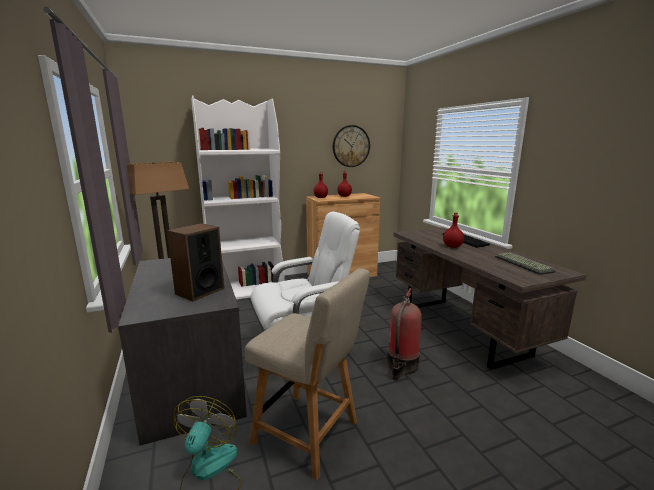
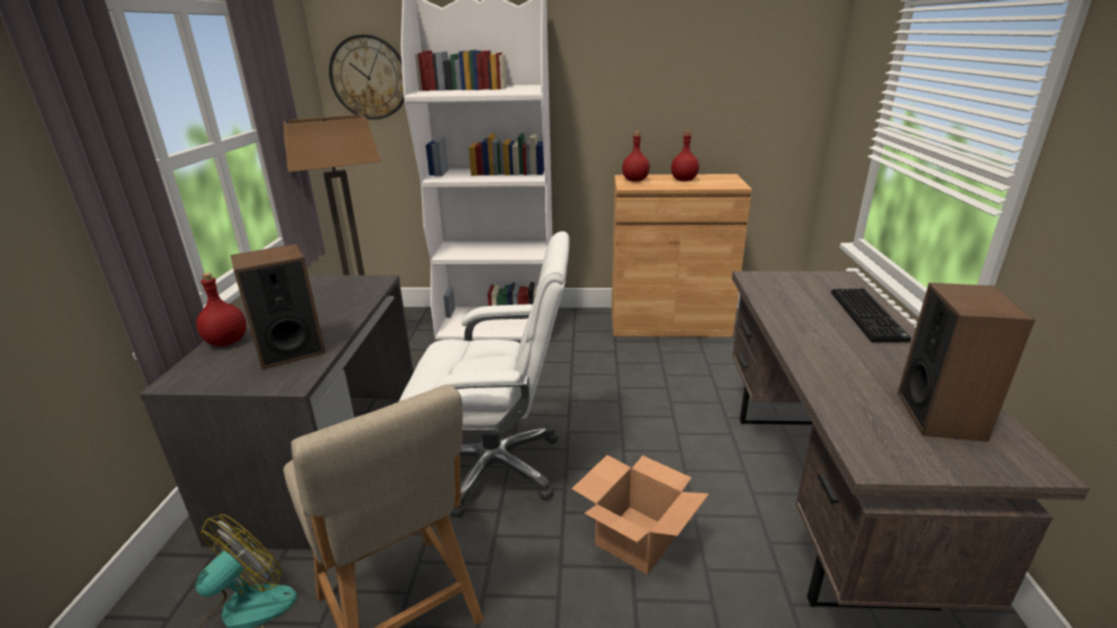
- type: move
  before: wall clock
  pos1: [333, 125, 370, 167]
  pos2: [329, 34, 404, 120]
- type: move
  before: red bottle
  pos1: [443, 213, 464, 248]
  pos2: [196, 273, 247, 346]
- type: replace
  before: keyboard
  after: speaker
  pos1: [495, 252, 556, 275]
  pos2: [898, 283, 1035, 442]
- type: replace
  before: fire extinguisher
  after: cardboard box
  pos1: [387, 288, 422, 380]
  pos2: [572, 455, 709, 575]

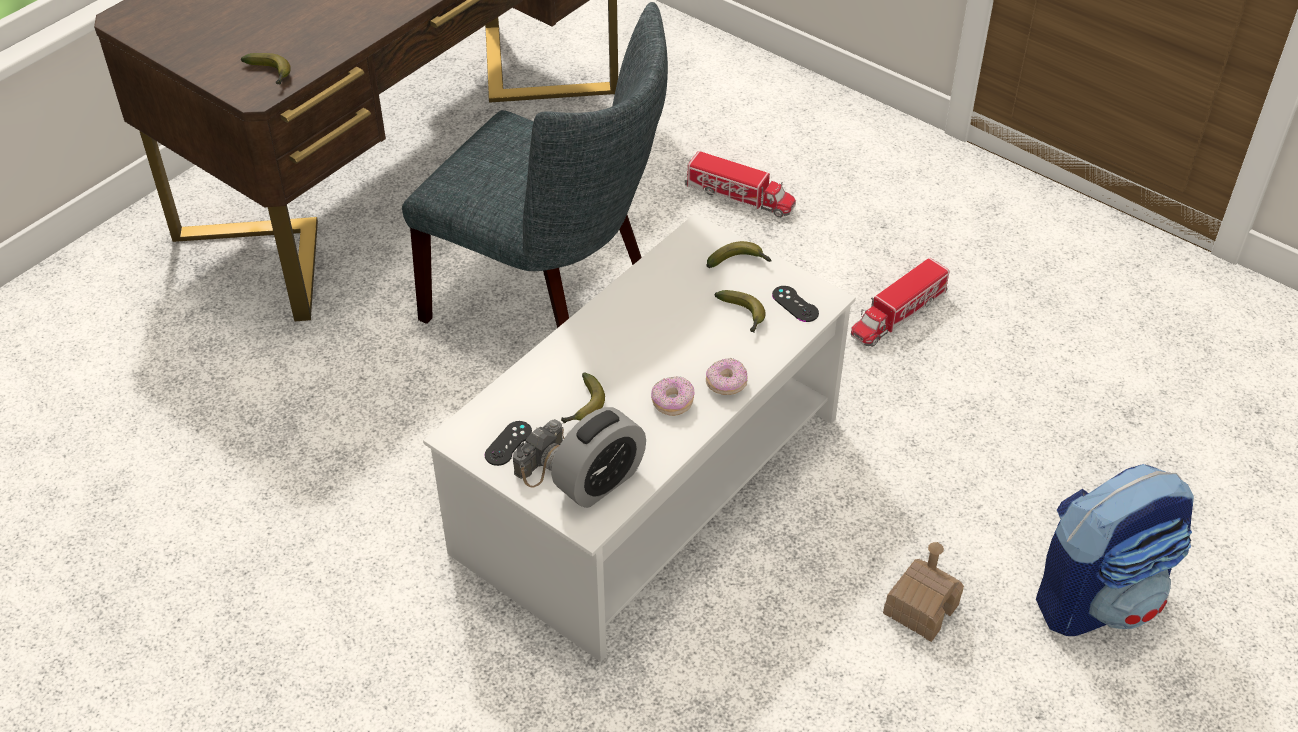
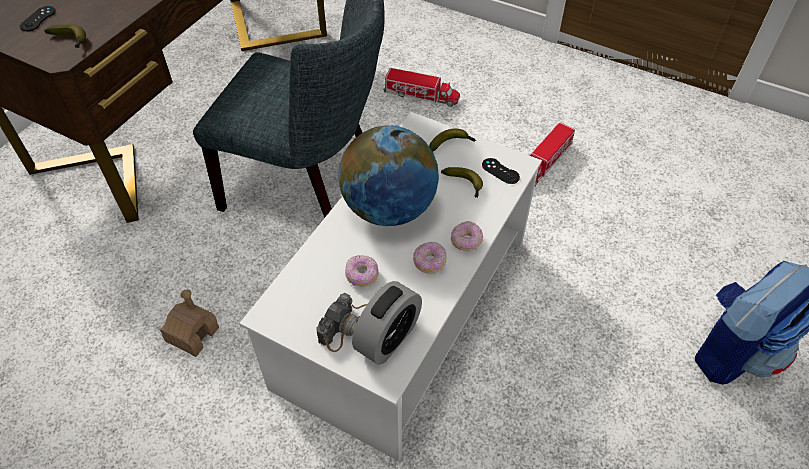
- type: replace
  before: banana
  after: donut
  pos1: [561, 372, 605, 424]
  pos2: [345, 255, 379, 287]
- type: move
  before: black game controller
  pos1: [485, 421, 532, 466]
  pos2: [20, 6, 56, 31]
- type: move
  before: toy house
  pos1: [883, 542, 964, 642]
  pos2: [160, 290, 219, 357]
- type: insert
  after: globe
  pos2: [338, 125, 439, 226]

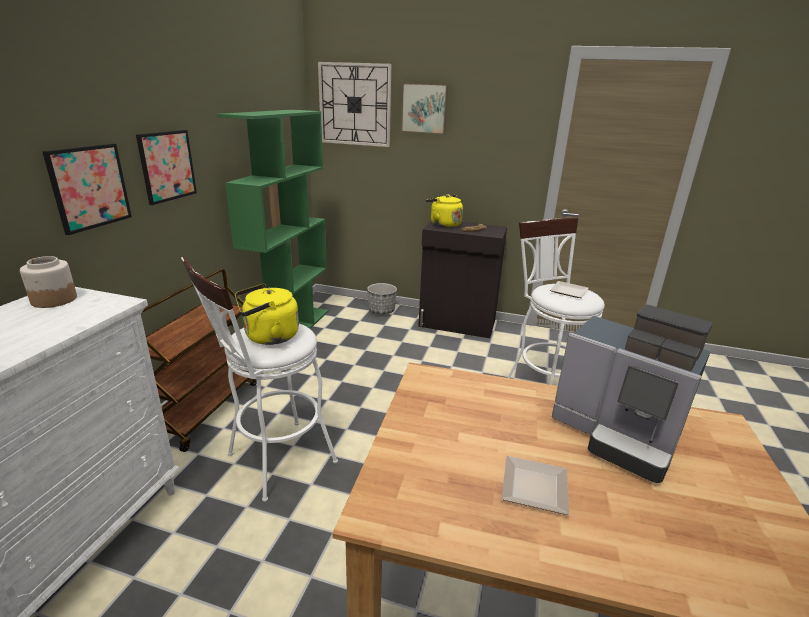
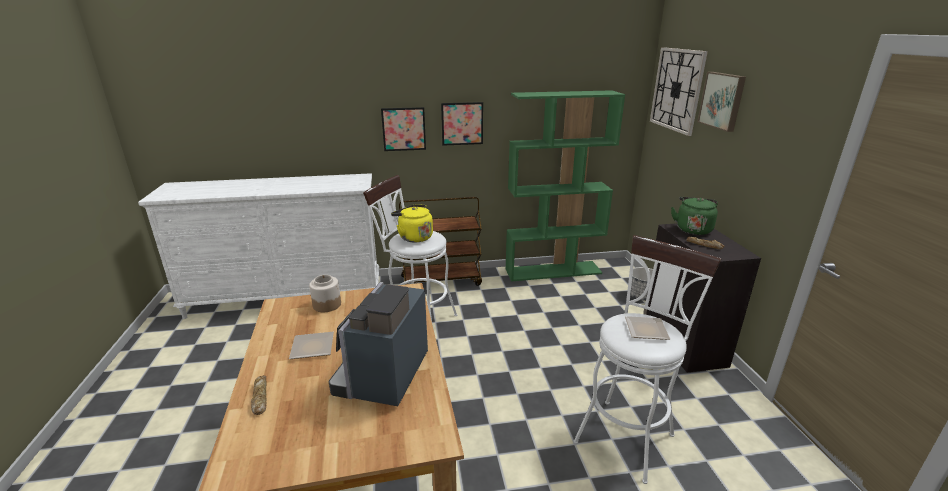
- type: recolor
  before: yellow kettle
  after: green kettle
  pos1: [426, 195, 463, 228]
  pos2: [671, 197, 718, 235]
- type: move
  before: jar
  pos1: [20, 256, 77, 308]
  pos2: [309, 275, 341, 312]
- type: insert
  after: bread
  pos2: [251, 375, 267, 415]

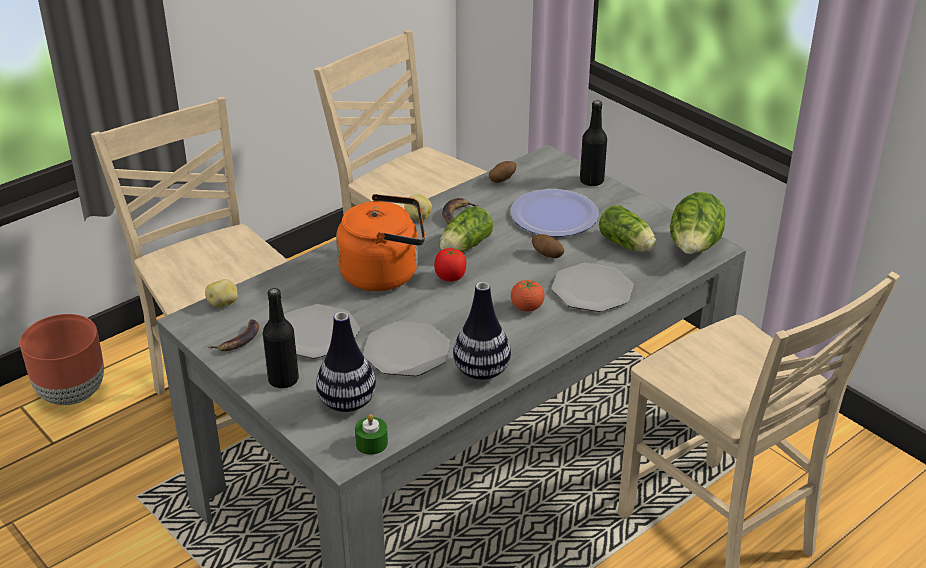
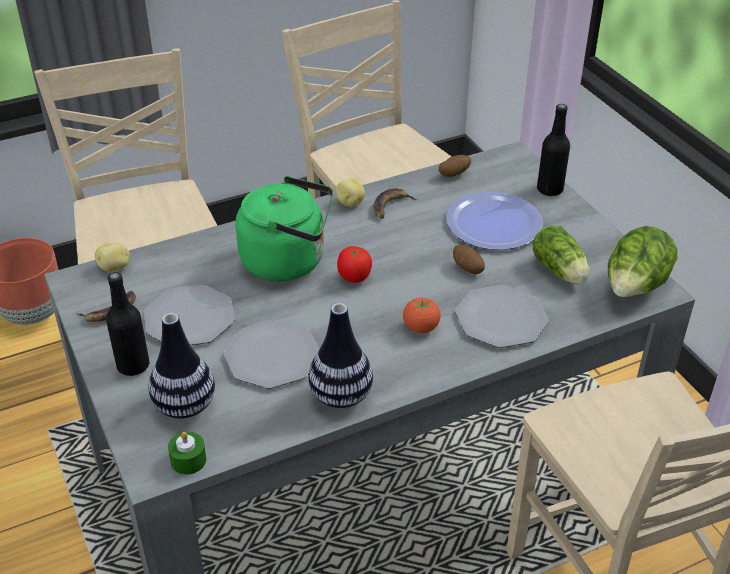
- type: recolor
  before: orange kettle
  after: green kettle
  pos1: [336, 194, 425, 291]
  pos2: [236, 176, 333, 282]
- type: delete
  before: lettuce
  pos1: [440, 207, 493, 252]

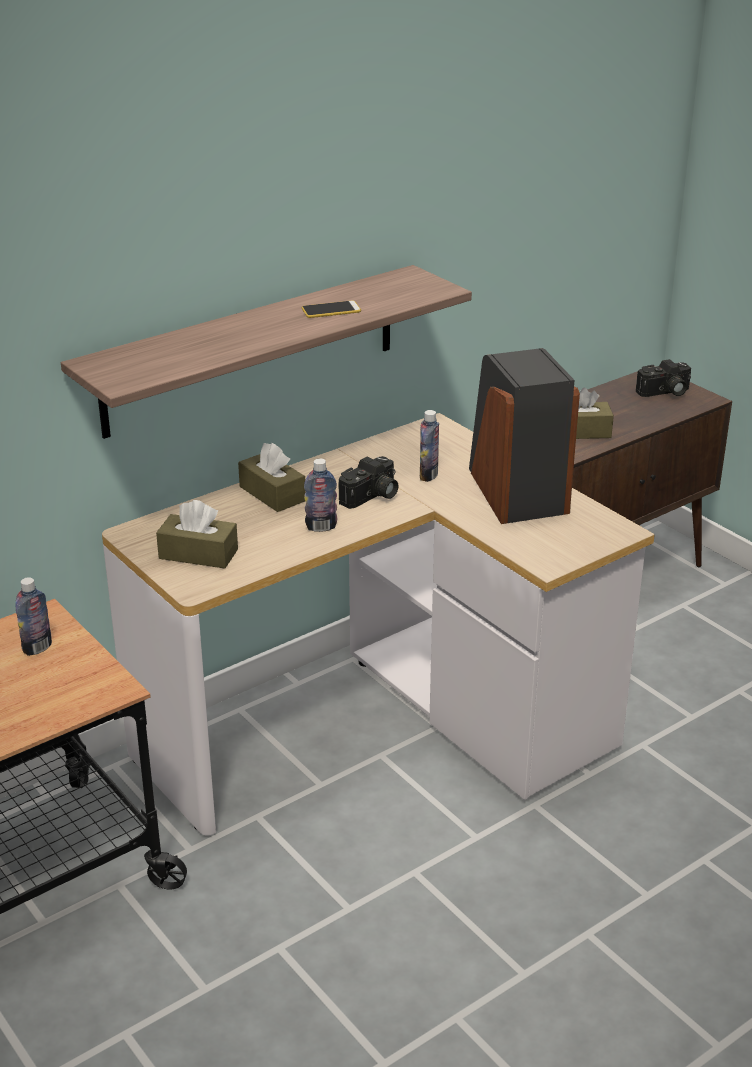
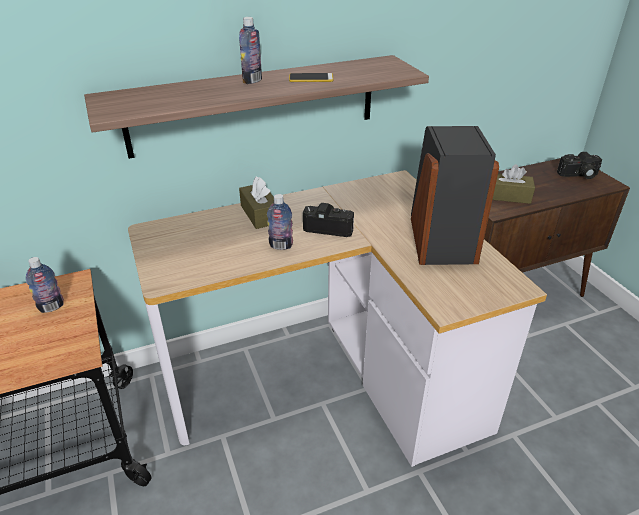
- type: move
  before: bottle
  pos1: [420, 410, 439, 482]
  pos2: [239, 17, 262, 84]
- type: rotate
  before: photo camera
  pos1: [338, 456, 399, 509]
  pos2: [303, 203, 354, 237]
  turn: -135
- type: delete
  before: brown tissue box
  pos1: [156, 500, 238, 568]

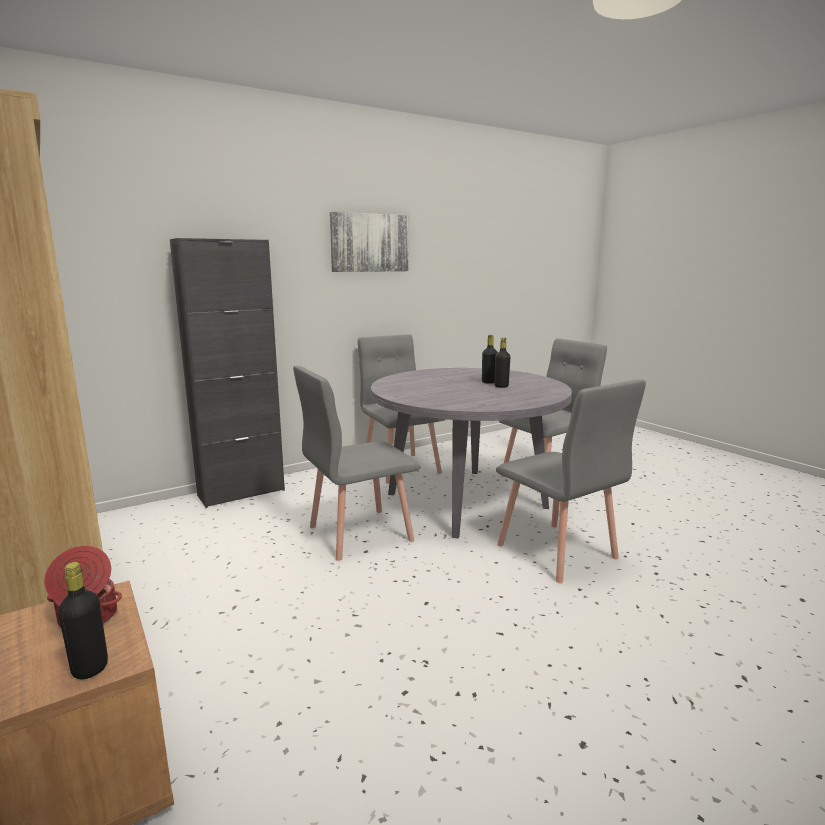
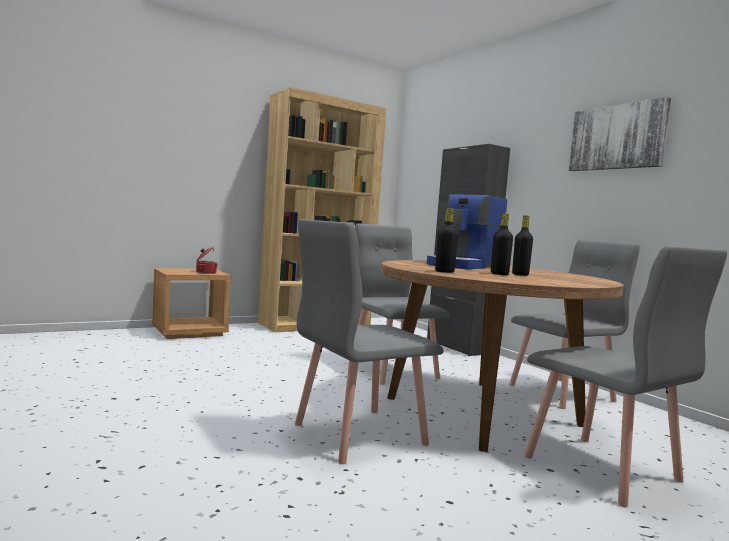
- type: recolor
  before: grey dining table
  after: brown dining table
  pos1: [371, 368, 572, 538]
  pos2: [381, 260, 624, 452]
- type: move
  before: black bottle
  pos1: [58, 562, 108, 679]
  pos2: [435, 208, 458, 273]
- type: insert
  after: coffee machine
  pos2: [427, 194, 507, 269]

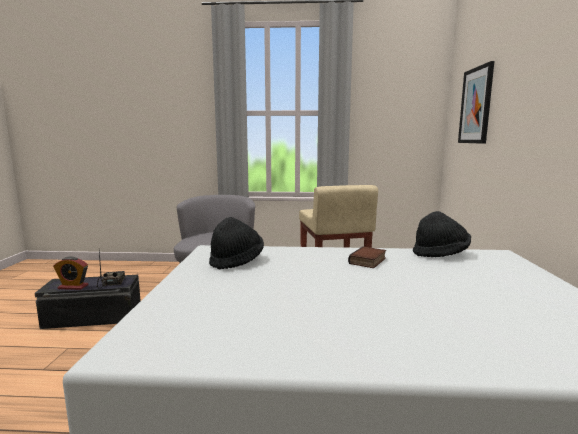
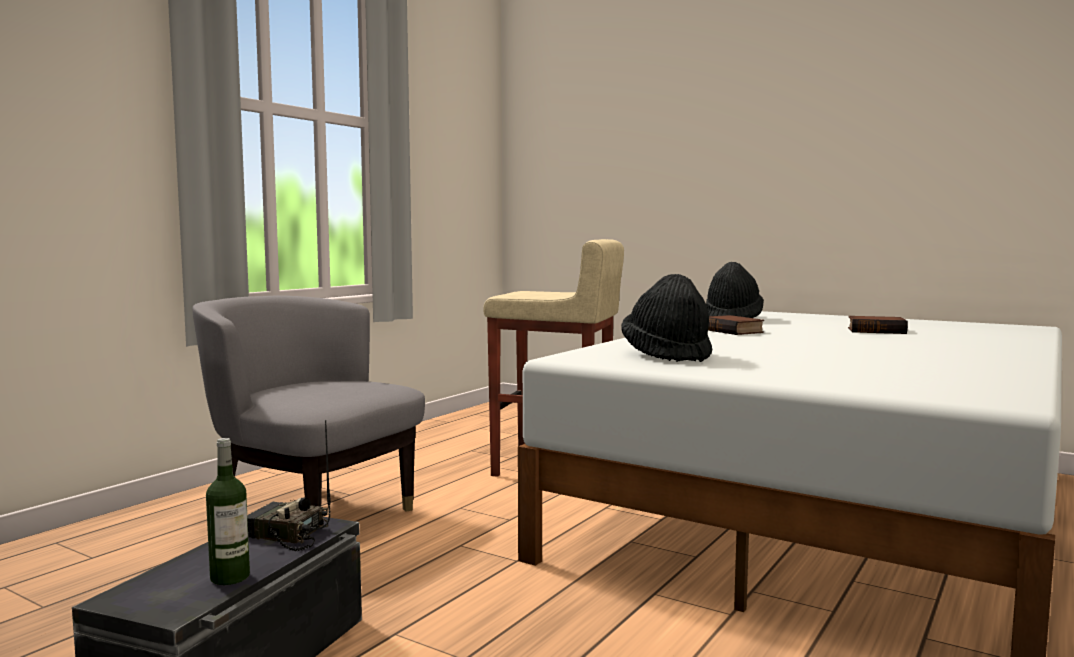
- type: delete
  before: picture
  pos1: [458, 61, 494, 144]
- type: replace
  before: alarm clock
  after: bottle
  pos1: [53, 256, 89, 290]
  pos2: [206, 438, 250, 585]
- type: insert
  after: book
  pos2: [848, 316, 908, 334]

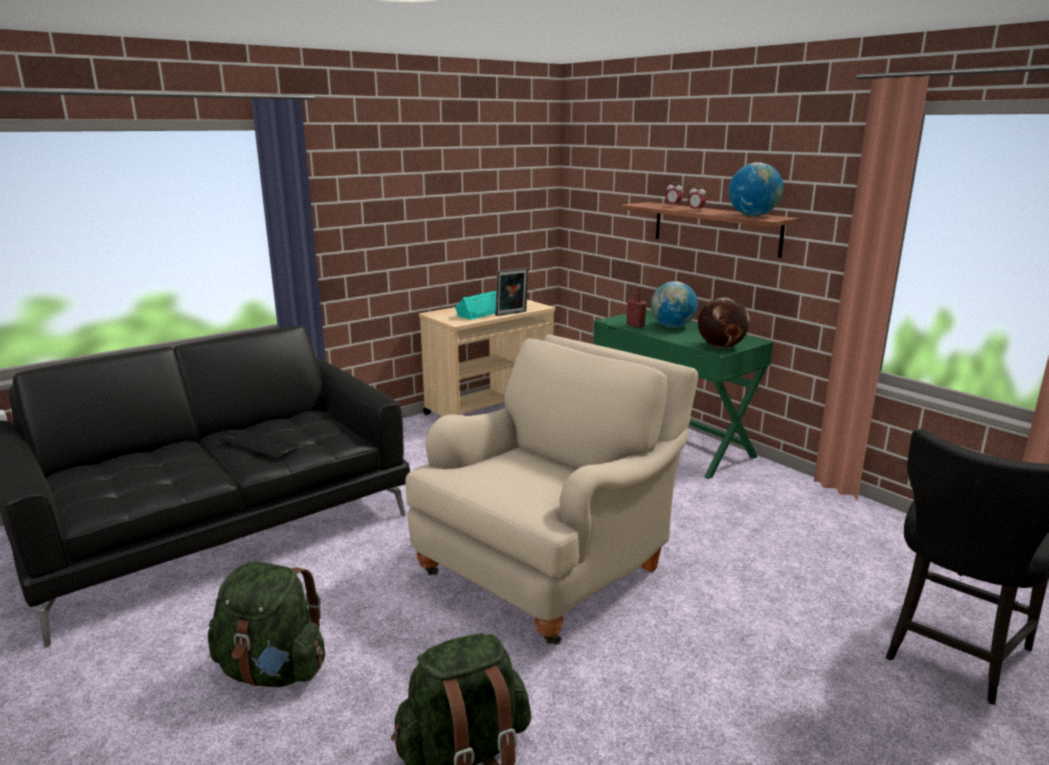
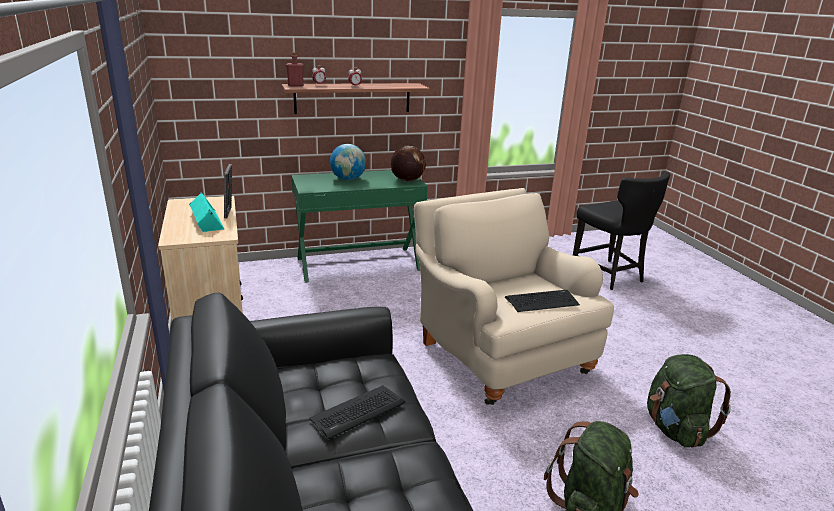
- type: delete
  before: globe
  pos1: [729, 162, 783, 216]
- type: move
  before: red bottle
  pos1: [626, 288, 646, 328]
  pos2: [286, 52, 304, 86]
- type: insert
  after: keyboard
  pos2: [505, 290, 580, 312]

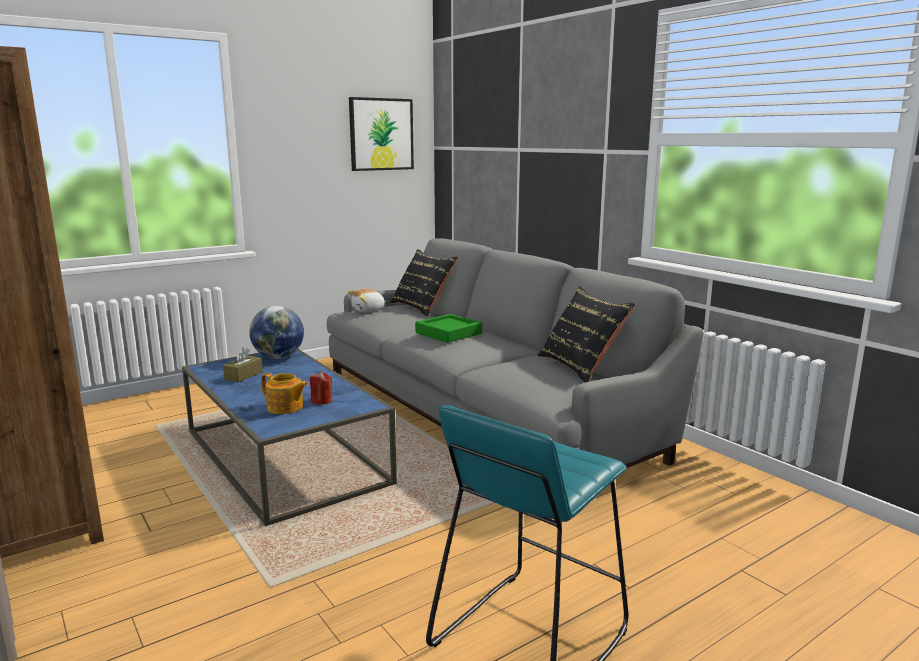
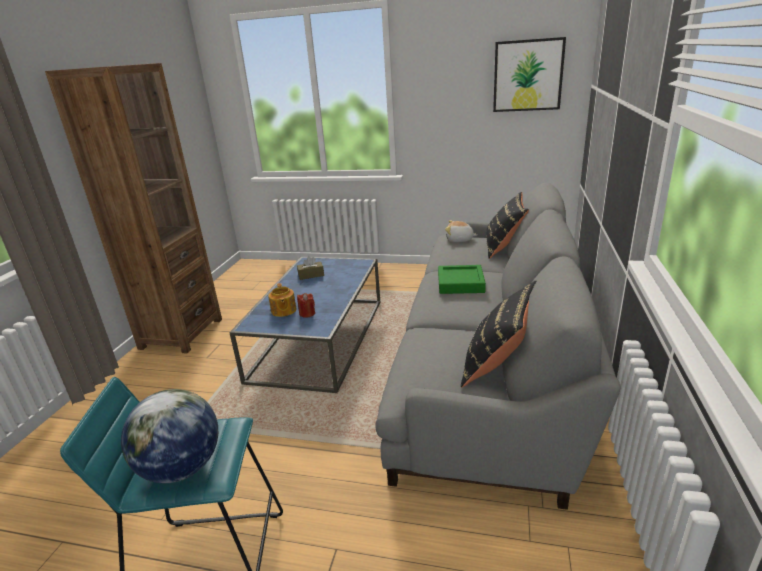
- type: move
  before: globe
  pos1: [249, 306, 304, 359]
  pos2: [121, 389, 218, 483]

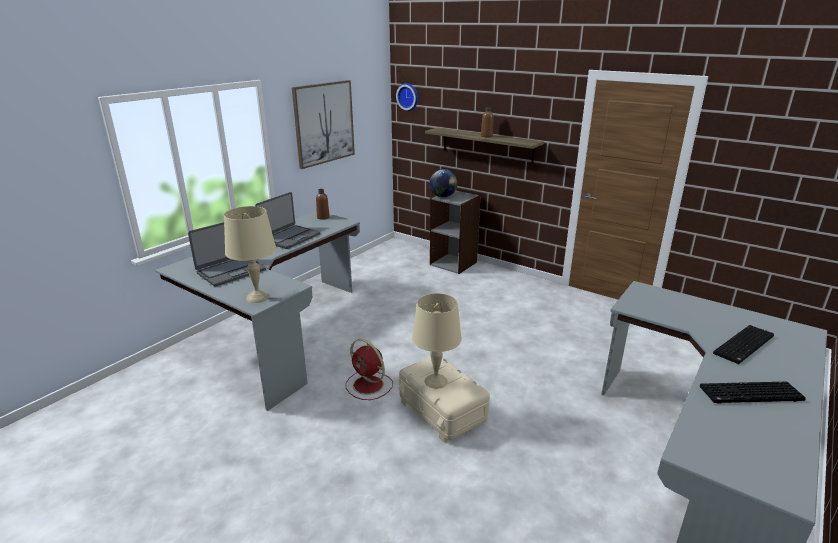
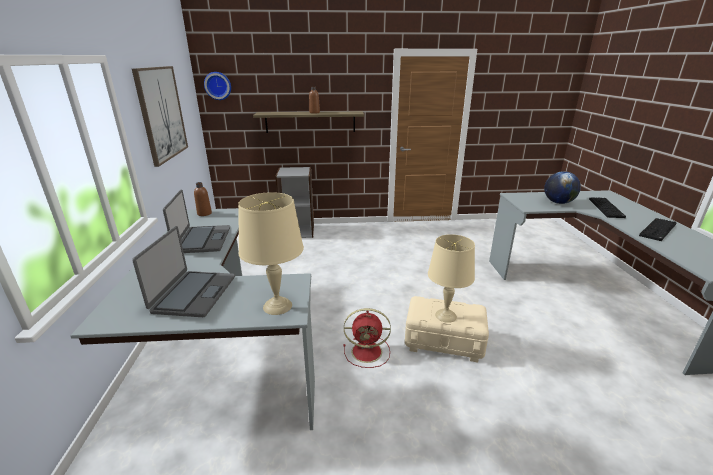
- type: move
  before: globe
  pos1: [430, 169, 458, 197]
  pos2: [544, 171, 581, 204]

